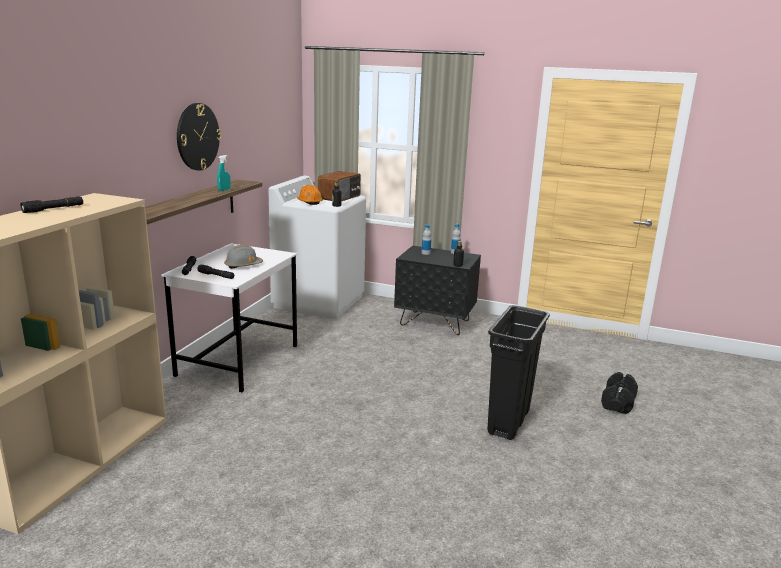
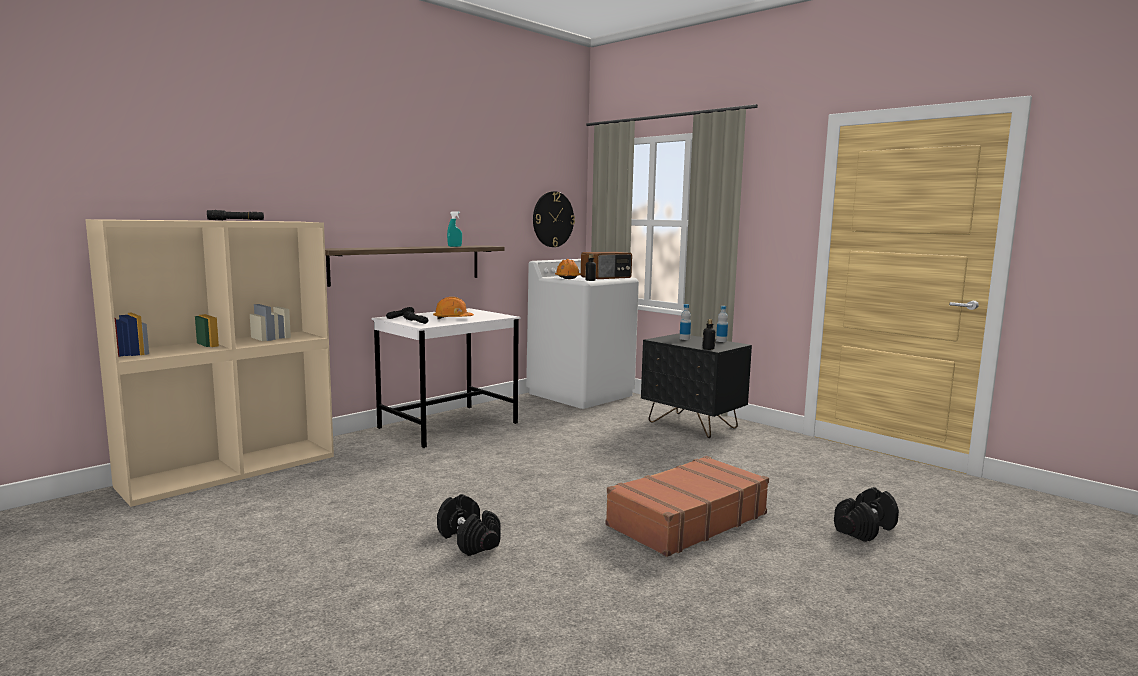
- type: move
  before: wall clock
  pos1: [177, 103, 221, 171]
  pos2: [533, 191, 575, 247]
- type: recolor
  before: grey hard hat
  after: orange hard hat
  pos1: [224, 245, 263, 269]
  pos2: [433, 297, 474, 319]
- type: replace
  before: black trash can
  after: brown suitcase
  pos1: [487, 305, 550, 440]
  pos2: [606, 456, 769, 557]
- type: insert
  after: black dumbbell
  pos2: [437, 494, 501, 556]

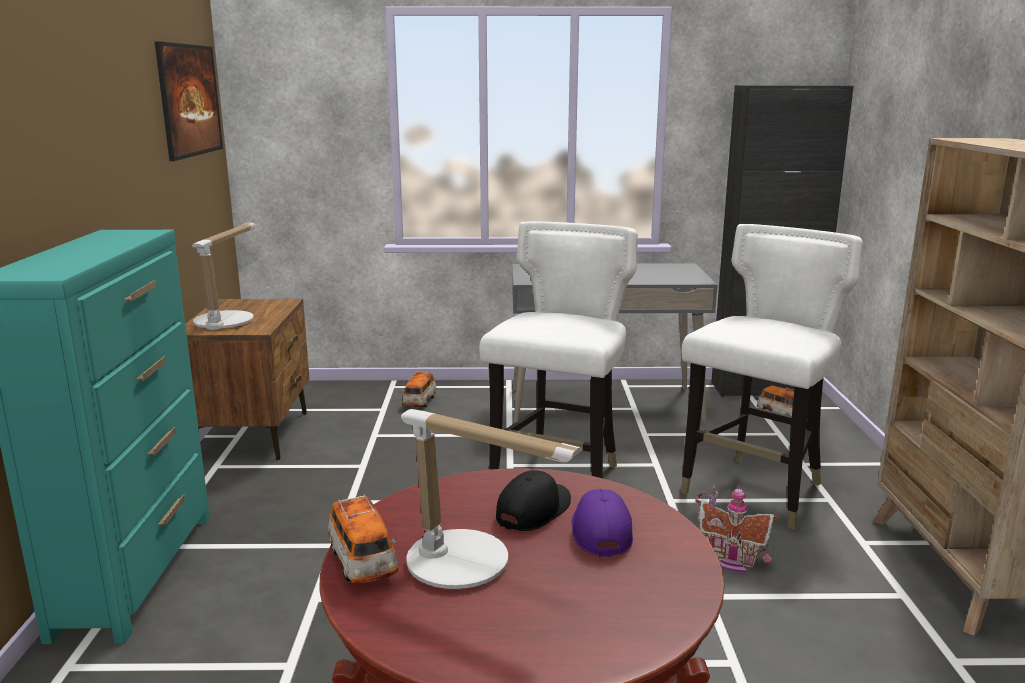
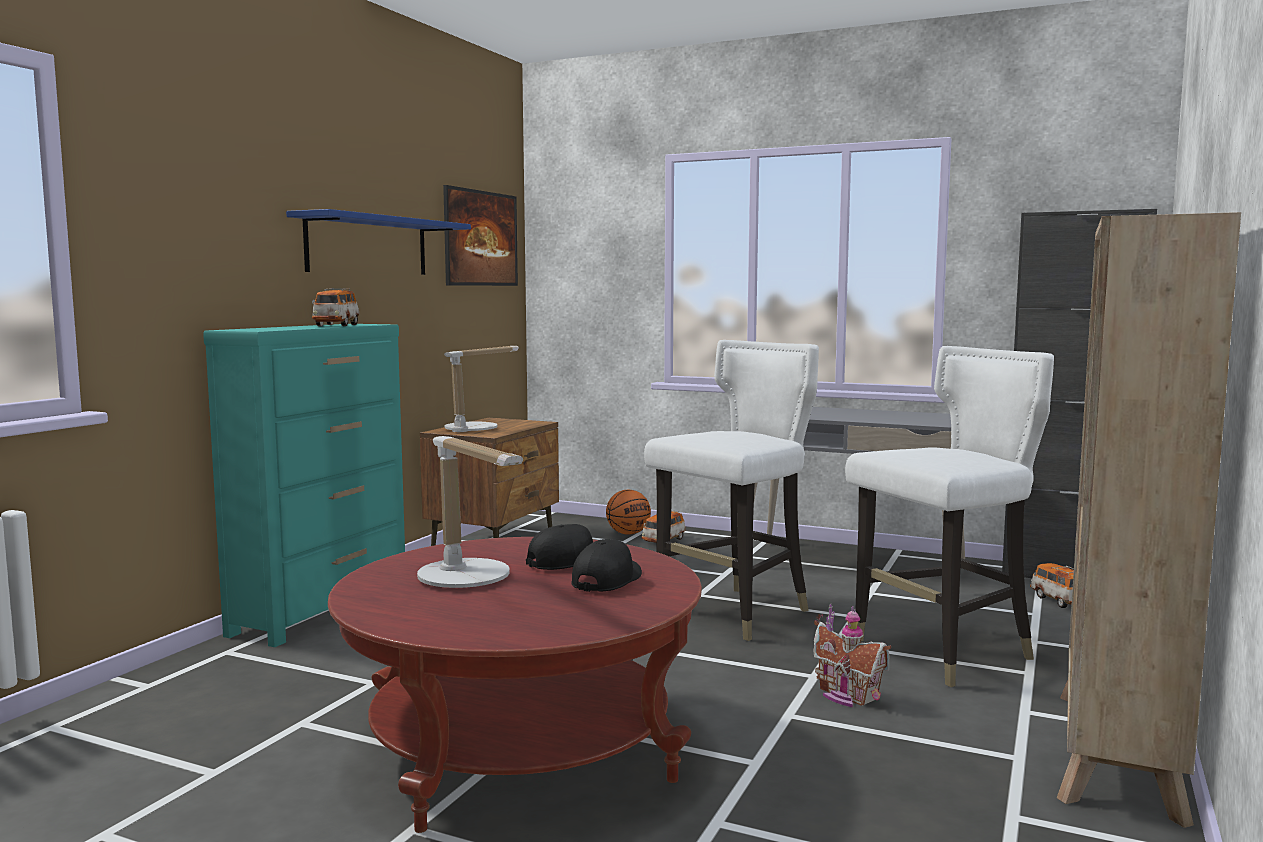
- type: recolor
  before: purple cap
  after: black cap
  pos1: [572, 489, 633, 557]
  pos2: [571, 539, 642, 592]
- type: move
  before: toy car
  pos1: [328, 494, 398, 583]
  pos2: [312, 288, 359, 326]
- type: insert
  after: blue shelf
  pos2: [286, 209, 471, 275]
- type: insert
  after: basketball
  pos2: [606, 489, 651, 535]

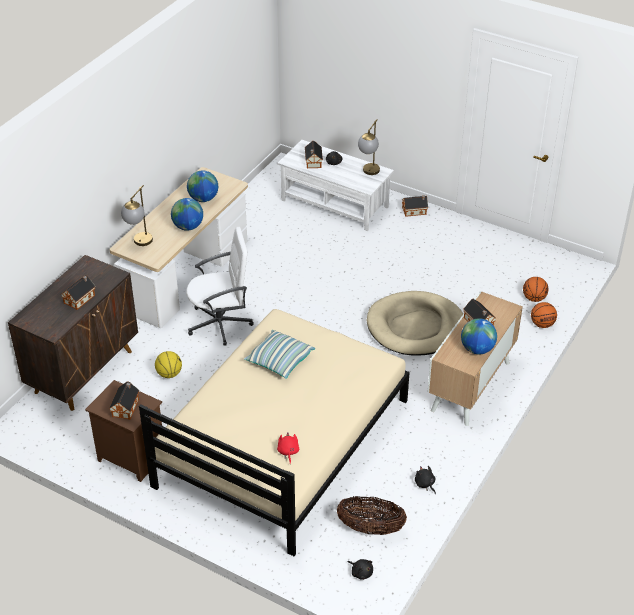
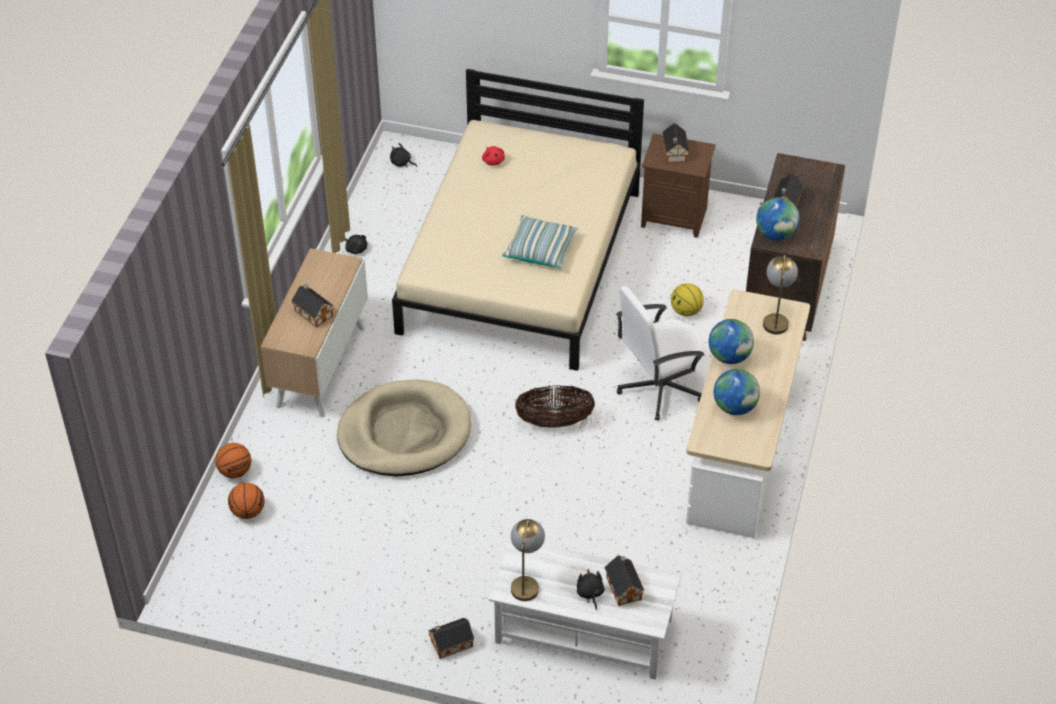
- type: move
  before: globe
  pos1: [461, 319, 497, 354]
  pos2: [756, 197, 800, 241]
- type: move
  before: basket
  pos1: [337, 496, 407, 535]
  pos2: [515, 385, 595, 428]

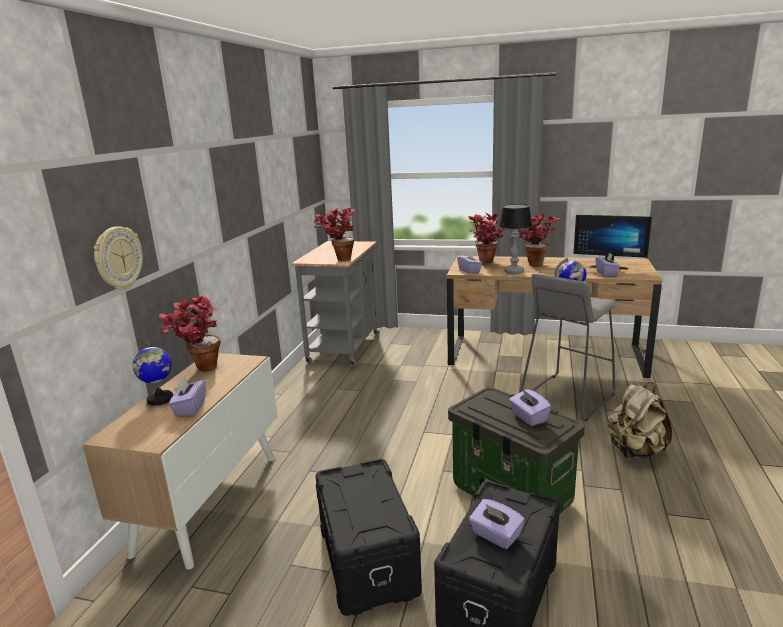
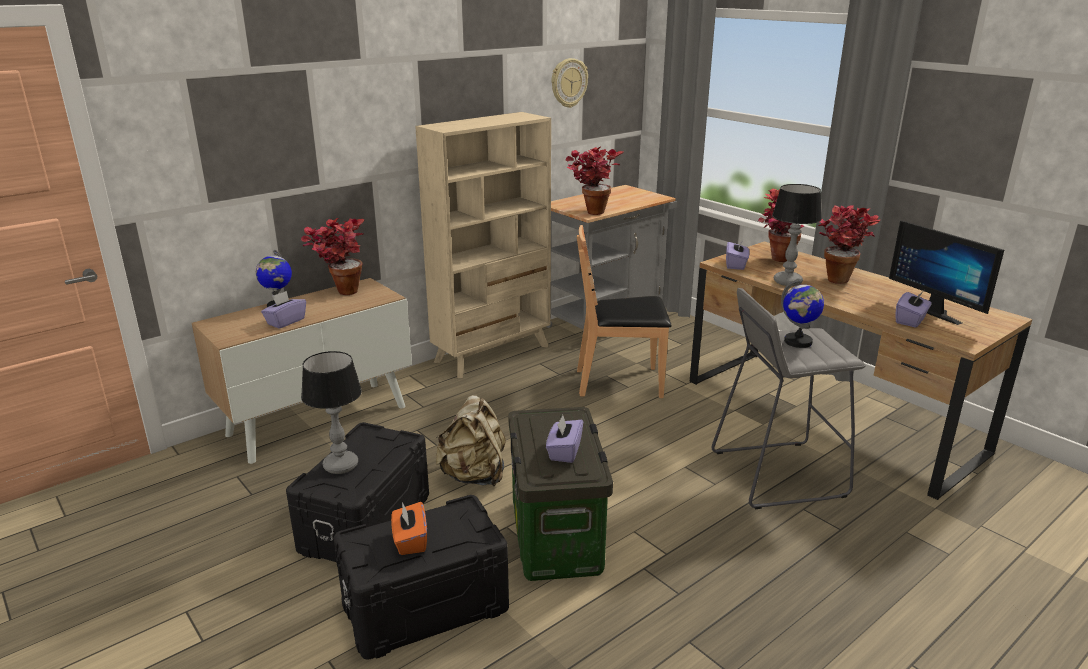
- type: move
  before: wall clock
  pos1: [93, 226, 143, 290]
  pos2: [552, 58, 588, 108]
- type: move
  before: beige backpack
  pos1: [607, 382, 672, 459]
  pos2: [436, 395, 506, 486]
- type: recolor
  before: purple tissue box
  after: orange tissue box
  pos1: [469, 499, 525, 549]
  pos2: [391, 502, 427, 555]
- type: insert
  after: beige bookcase
  pos2: [415, 112, 551, 378]
- type: insert
  after: brown chair
  pos2: [577, 225, 671, 398]
- type: insert
  after: table lamp
  pos2: [301, 351, 362, 474]

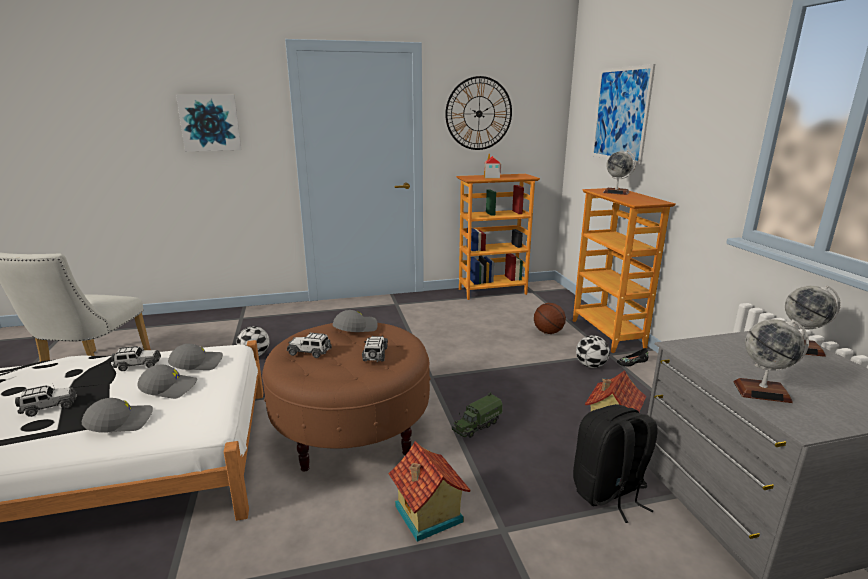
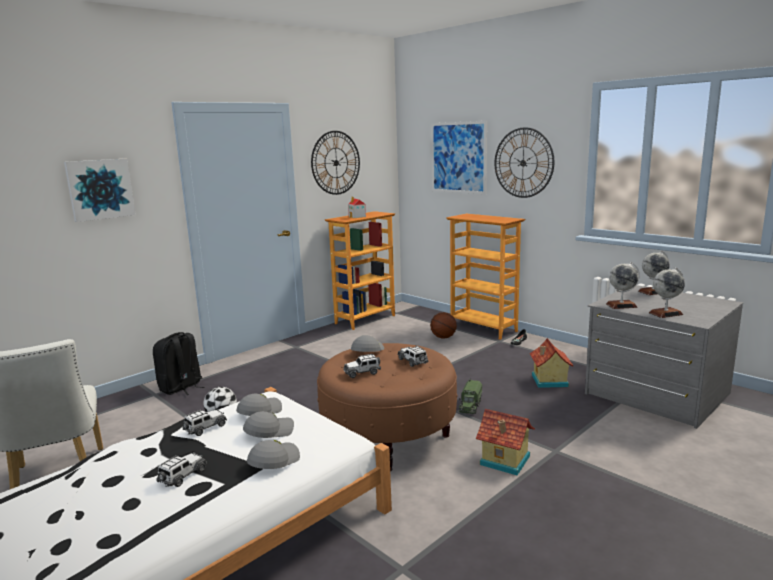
- type: move
  before: globe
  pos1: [603, 150, 636, 195]
  pos2: [606, 262, 640, 309]
- type: delete
  before: football
  pos1: [576, 335, 610, 368]
- type: move
  before: black backpack
  pos1: [573, 404, 658, 523]
  pos2: [153, 332, 205, 395]
- type: insert
  after: wall clock
  pos2: [495, 127, 554, 198]

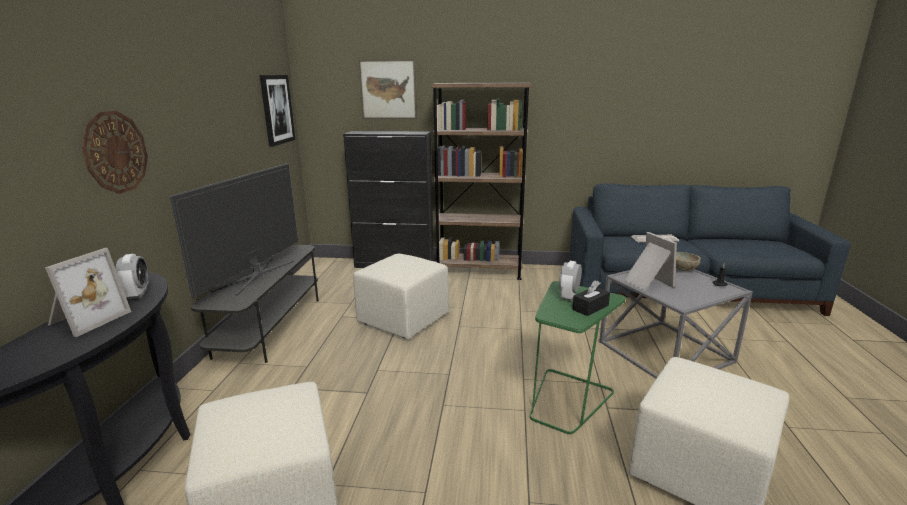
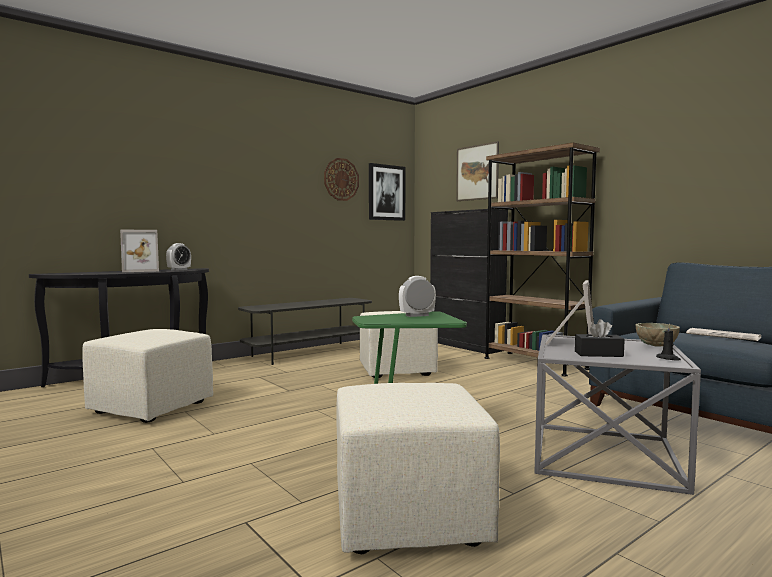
- type: move
  before: wall clock
  pos1: [82, 111, 148, 194]
  pos2: [324, 158, 359, 201]
- type: delete
  before: television
  pos1: [169, 163, 298, 298]
- type: move
  before: black tissue box
  pos1: [572, 280, 610, 316]
  pos2: [575, 319, 625, 357]

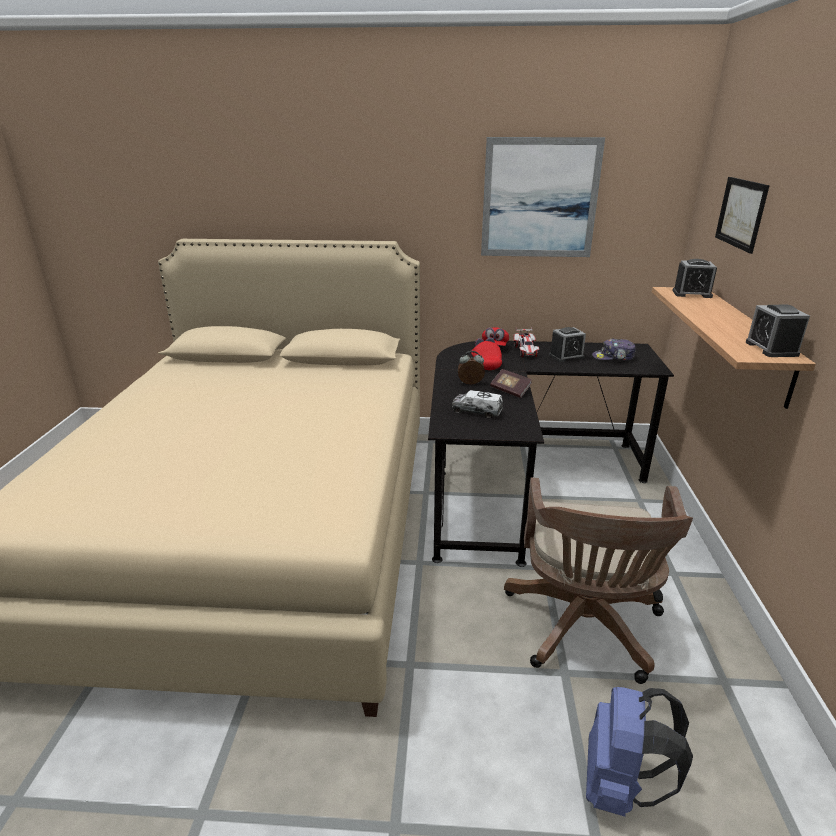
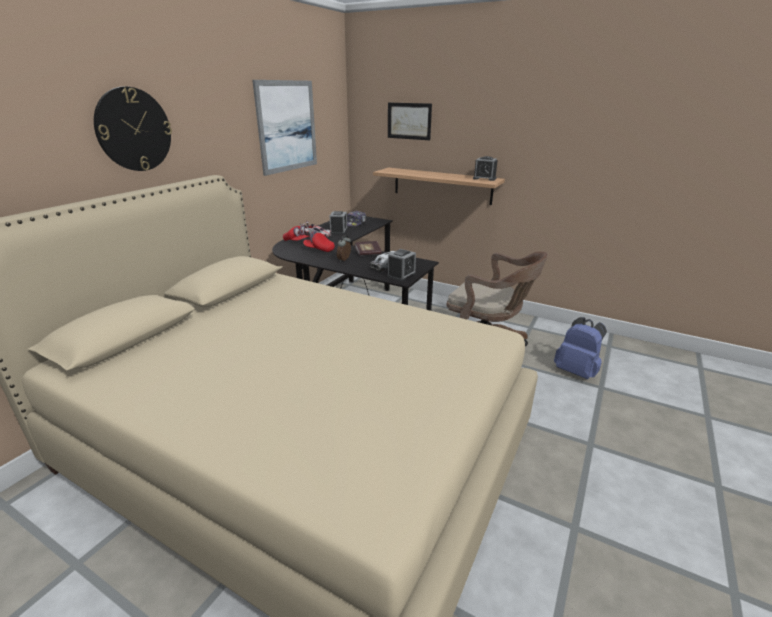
- type: move
  before: alarm clock
  pos1: [672, 259, 717, 298]
  pos2: [387, 249, 416, 281]
- type: insert
  after: wall clock
  pos2: [94, 87, 172, 171]

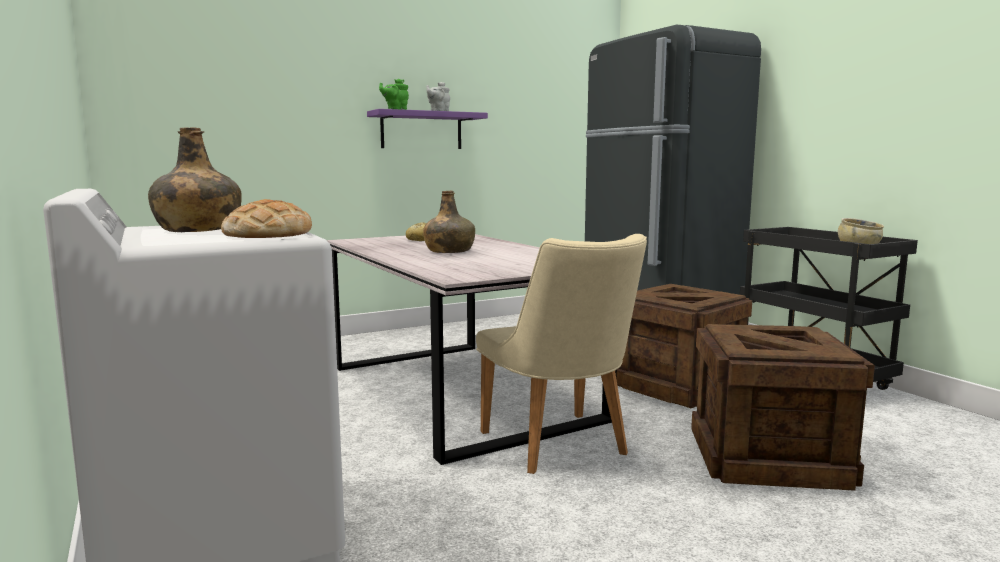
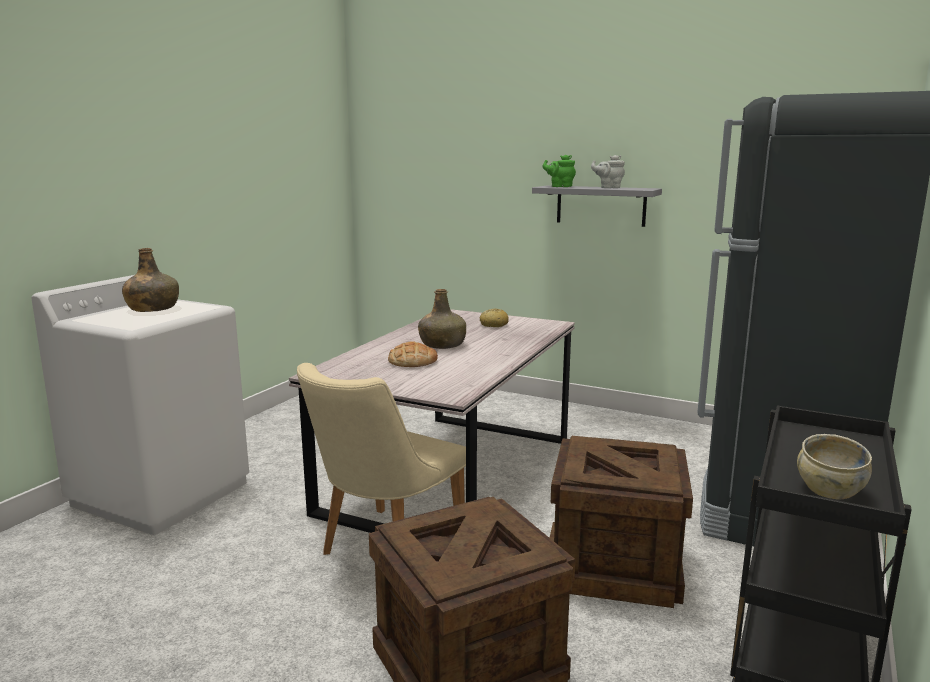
- type: recolor
  before: purple shelf
  after: grey shelf
  pos1: [367, 109, 488, 149]
  pos2: [532, 186, 662, 227]
- type: move
  before: bread
  pos1: [221, 199, 312, 238]
  pos2: [388, 341, 438, 367]

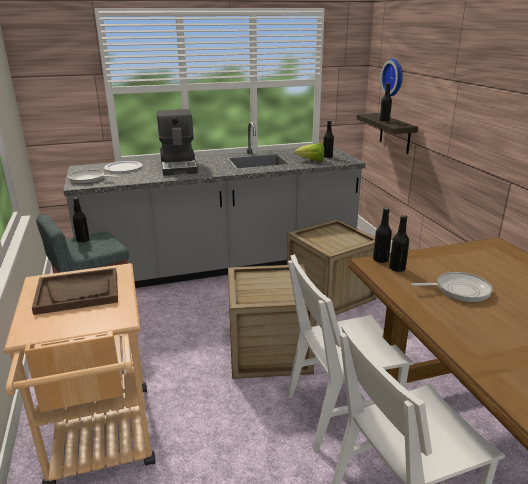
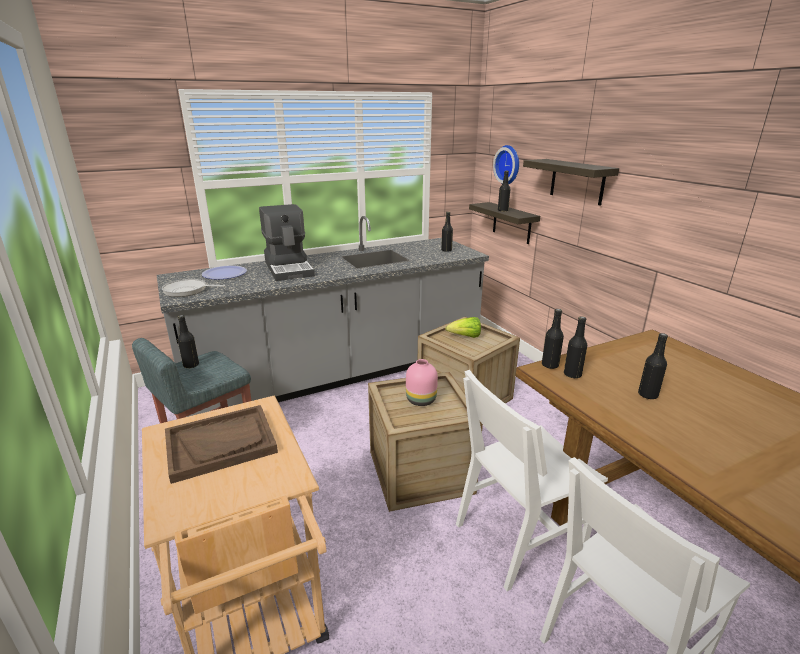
- type: move
  before: lettuce
  pos1: [294, 143, 325, 161]
  pos2: [445, 317, 481, 338]
- type: replace
  before: frying pan
  after: black bottle
  pos1: [411, 272, 493, 302]
  pos2: [638, 333, 668, 400]
- type: insert
  after: shelf
  pos2: [523, 159, 619, 206]
- type: insert
  after: pink vase
  pos2: [406, 359, 438, 406]

